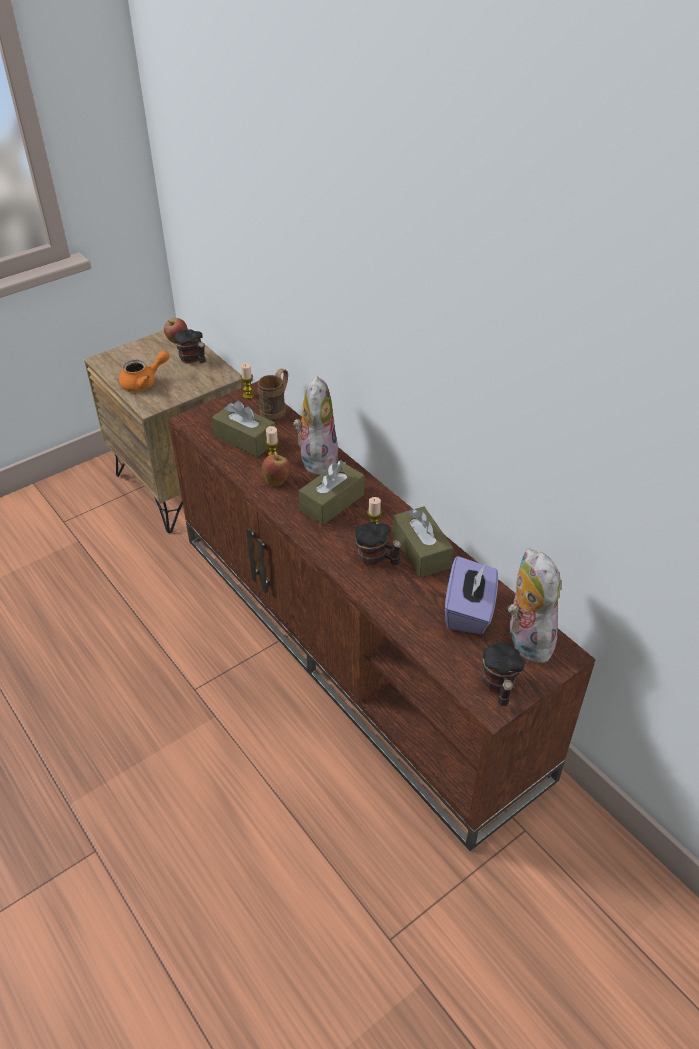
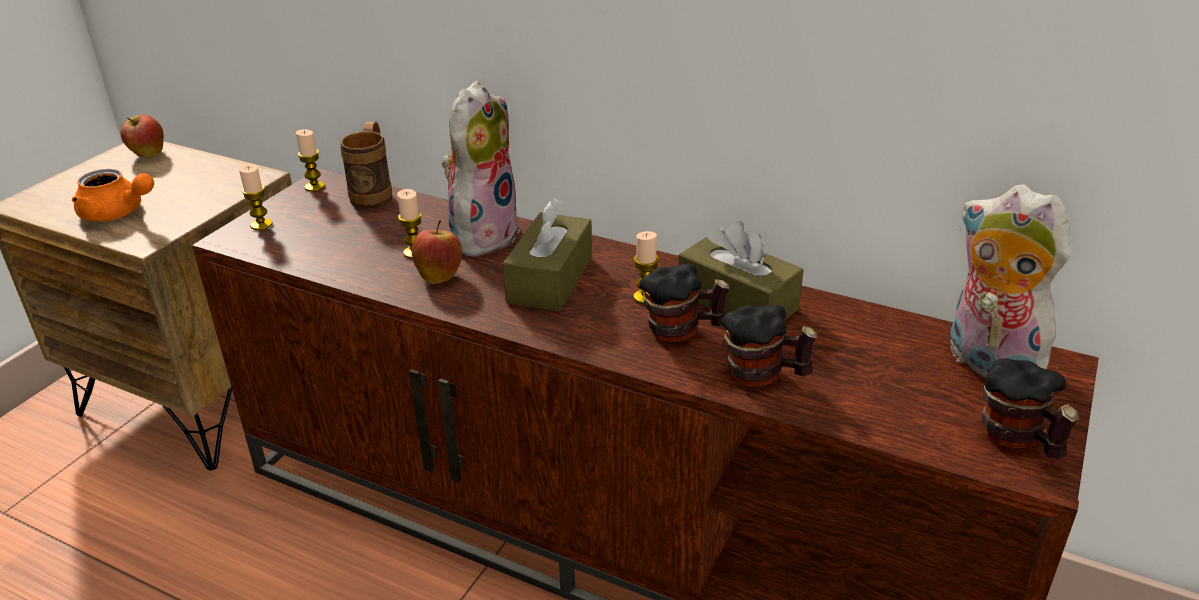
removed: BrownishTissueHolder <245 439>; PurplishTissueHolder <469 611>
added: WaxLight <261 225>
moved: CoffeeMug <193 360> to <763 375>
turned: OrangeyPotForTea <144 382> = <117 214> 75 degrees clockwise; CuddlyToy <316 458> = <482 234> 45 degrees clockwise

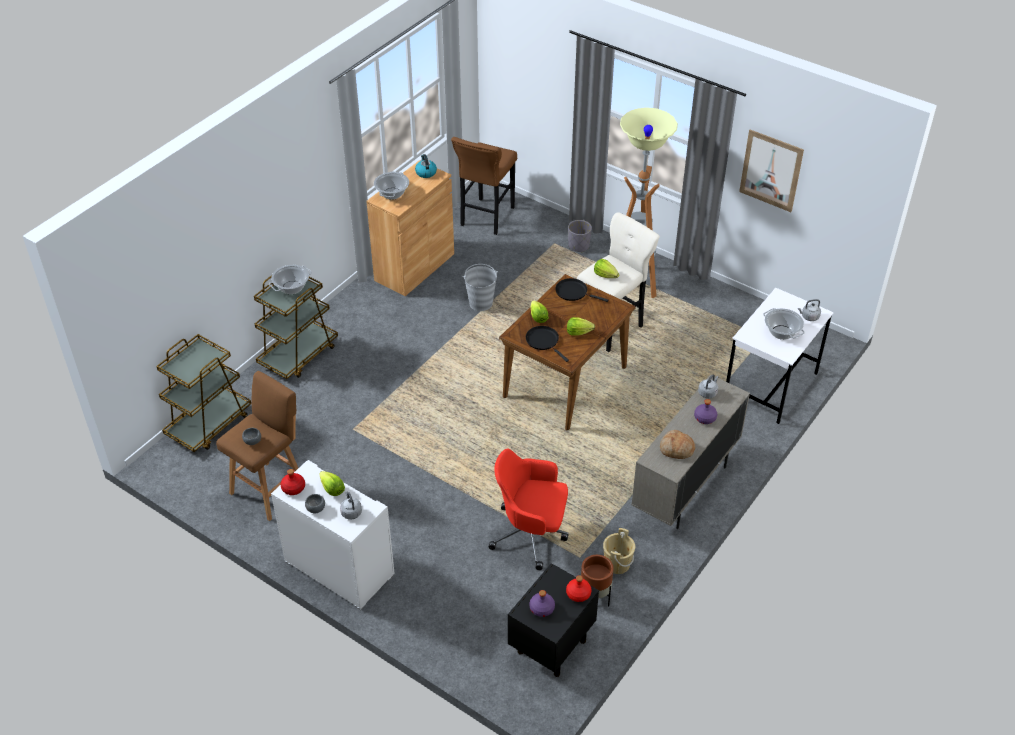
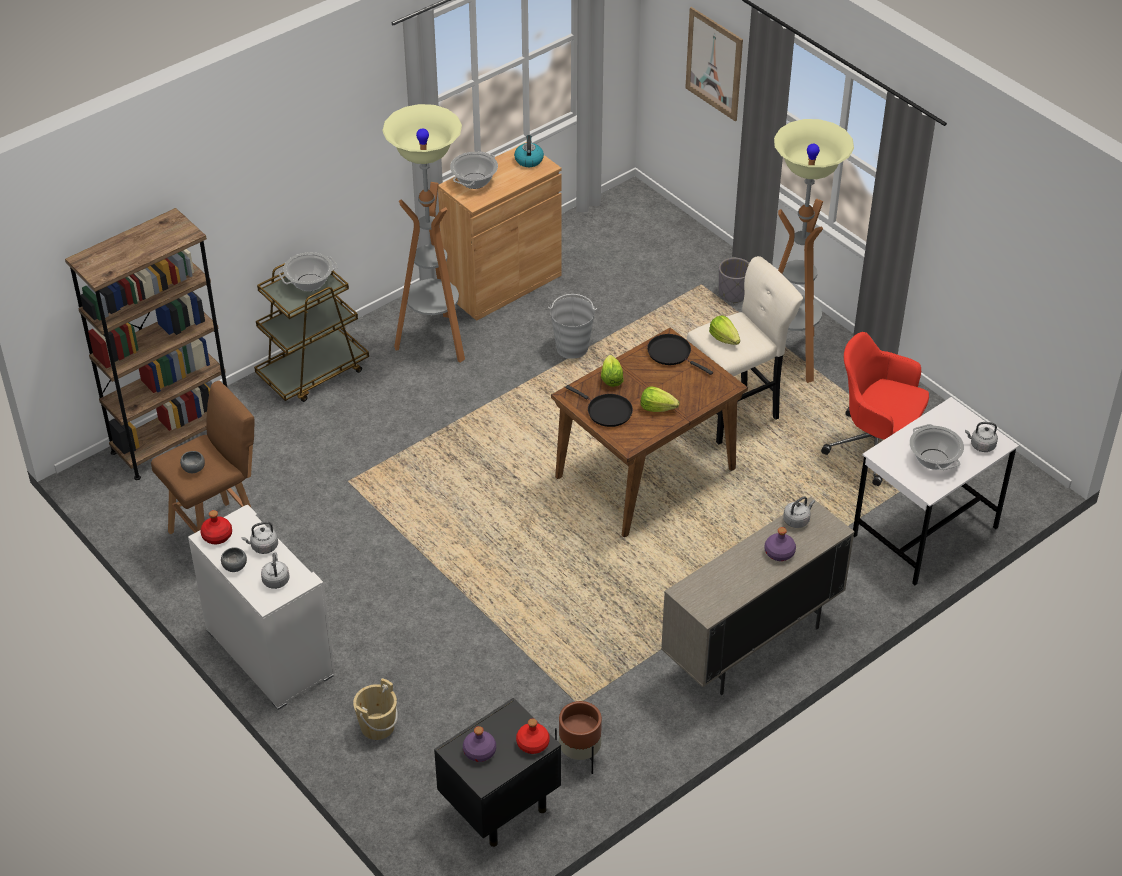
removed: BrownishSittingStool <486 218>; BakedBread <676 449>
added: StandingLamp <435 341>
moved: WallArt <771 170> to <714 64>; ReddishDeskChair <531 534> to <875 447>; BeigeBucket <617 564> to <377 726>
replaced: BrownishWheeledCart <209 424> to BrownishBookcase <173 440>; HeadOfLettuce <332 489> to GrayWaterKettle <263 547>
turned: BlackColouredFryingPan <544 341> = <606 411> 150 degrees clockwise

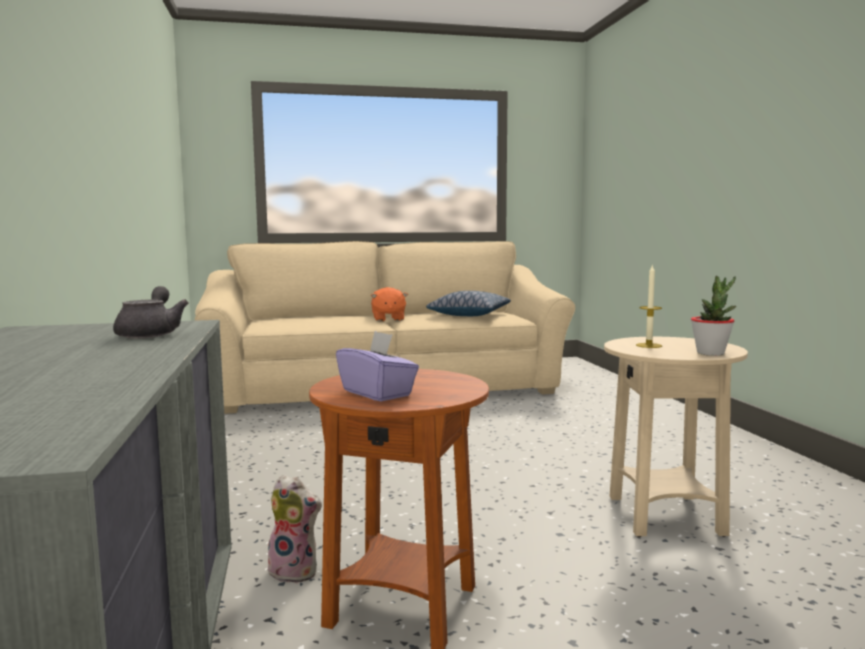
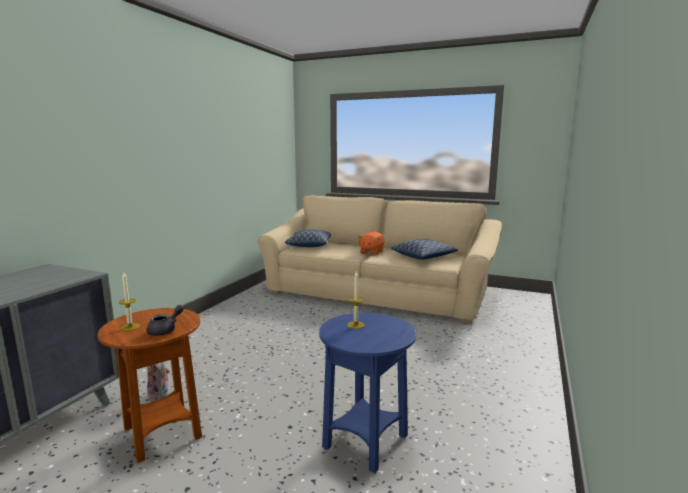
removed: Houseplant <710 353>
added: Pillow <309 245>
moved: GrayPotForTea <151 334> to <166 330>
replaced: PurplishTissueHolder <377 393> to WaxLight <130 327>
recoloured: BeigeEndTable <665 516> to BlueEndTable <365 442>

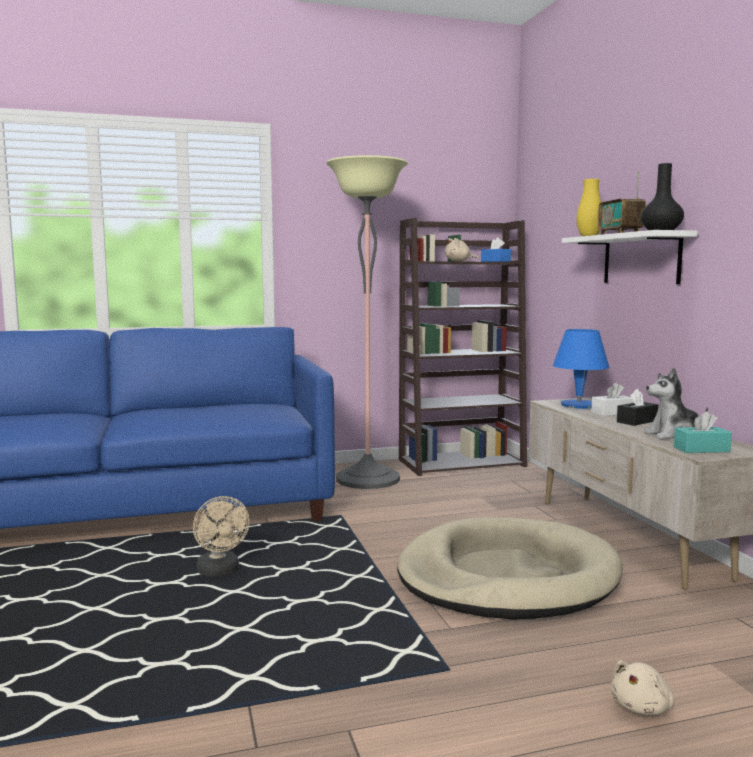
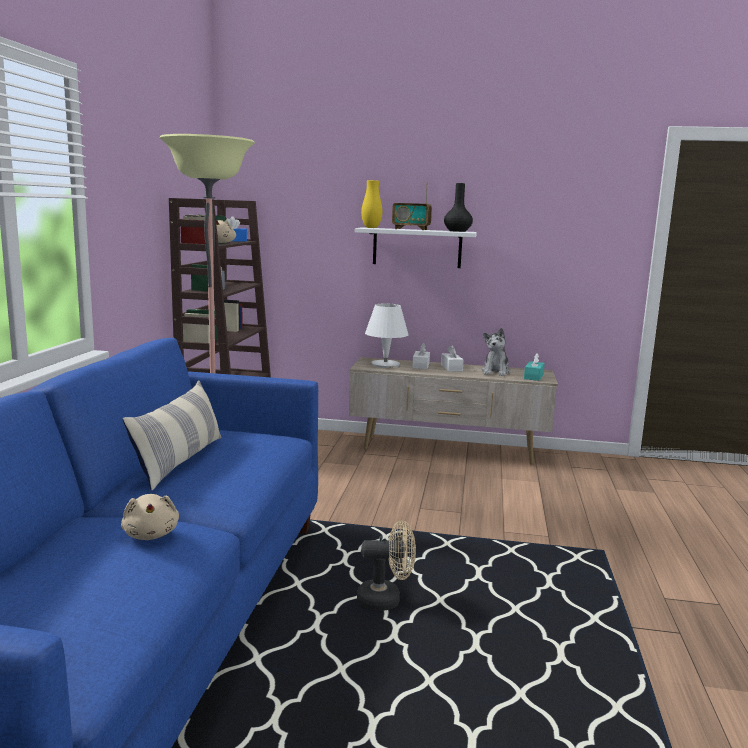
removed: BeigeDogBed <507 577>
added: Pillow <180 461>
moved: BeigeCuddlyToy <642 707> to <151 534>
recoloured: BlueLampForATable <578 405> to WhitishLampForATable <385 364>; BlackColouredTissueHolder <637 421> to WhitishTissueHolder <451 368>

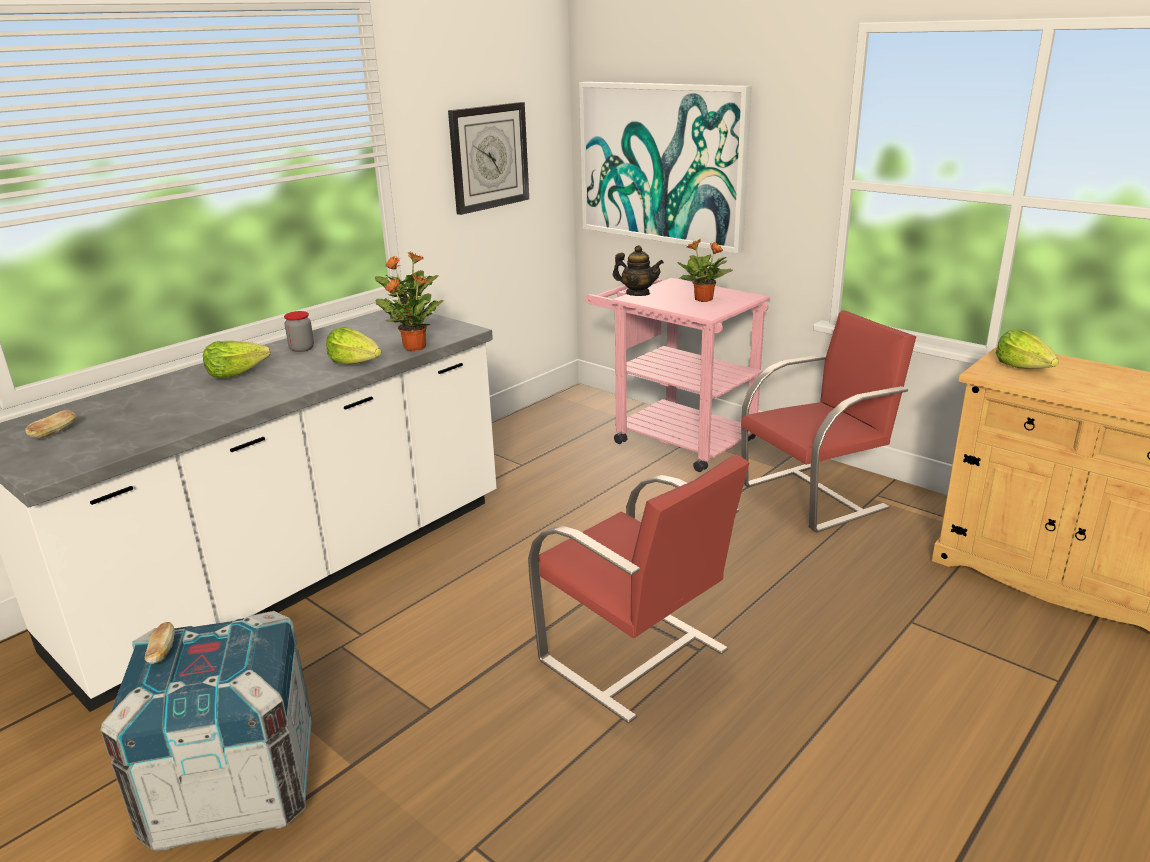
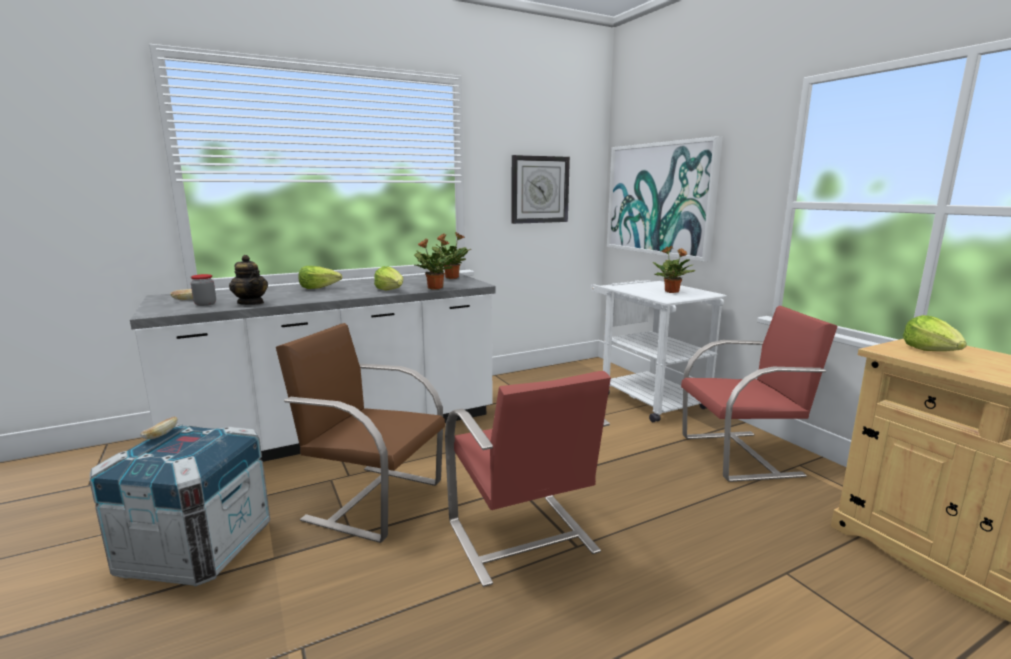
added: BrownishUprightChair <373 499>
moved: PotForTea <638 293> to <251 303>; PreserveJar <302 349> to <205 304>
recoloured: PinkColouredWheeledCart <673 438> to WhitishWheeledCart <646 398>

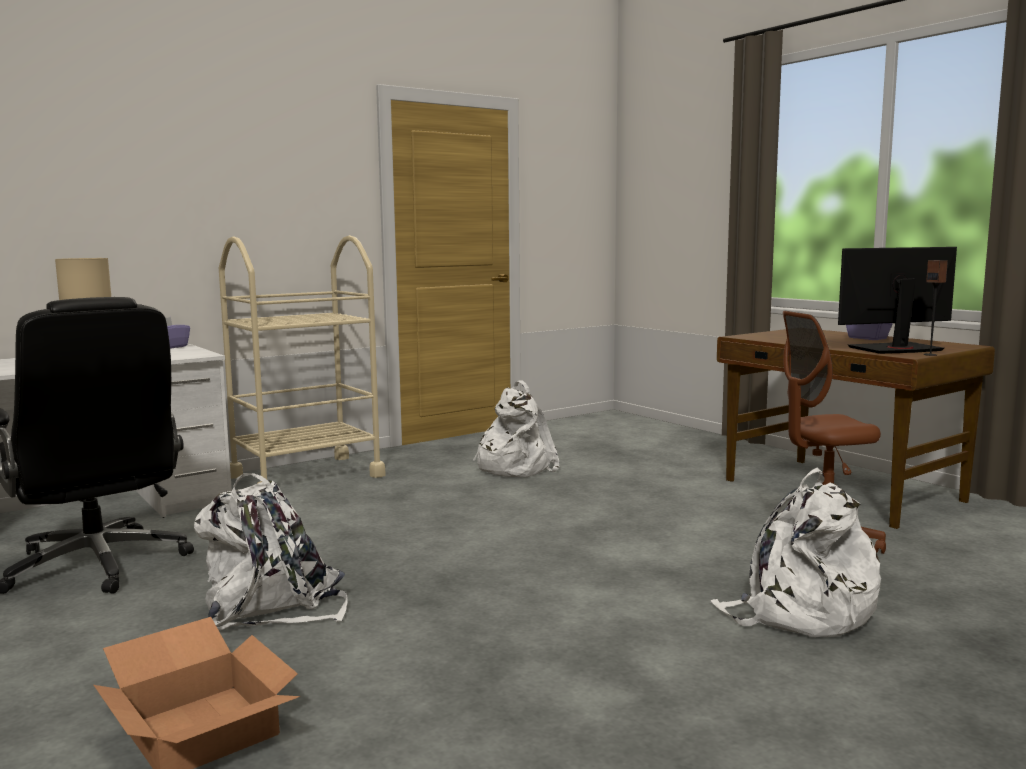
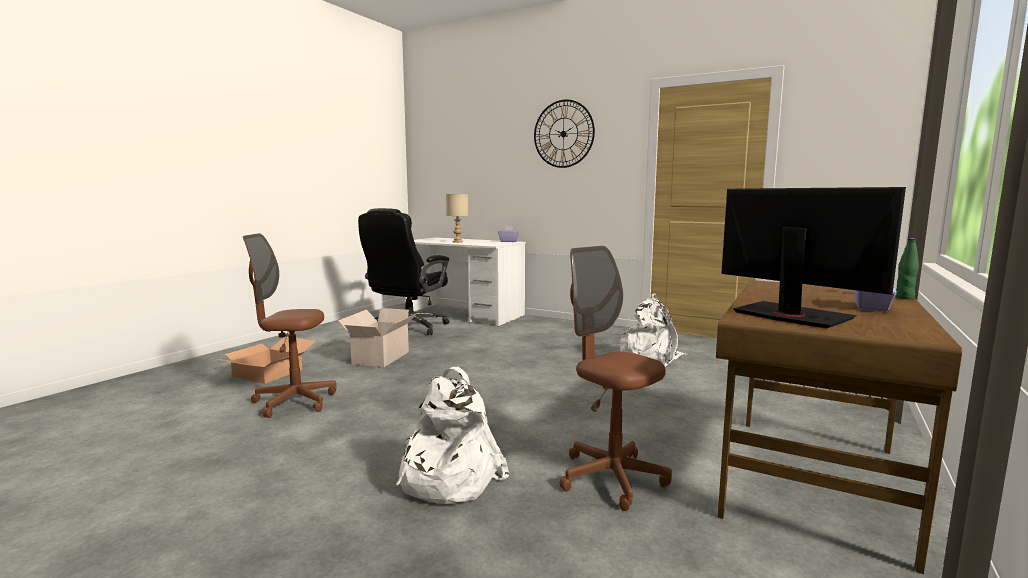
removed: BeigeWheeledCart <306 476>; AudioSpeaker <930 354>
added: WallClock <563 134>; BrownishDeskChair <294 402>; GreenBottle <904 298>
replaced: WhitishKnapsack <272 608> to PackingBox <379 358>

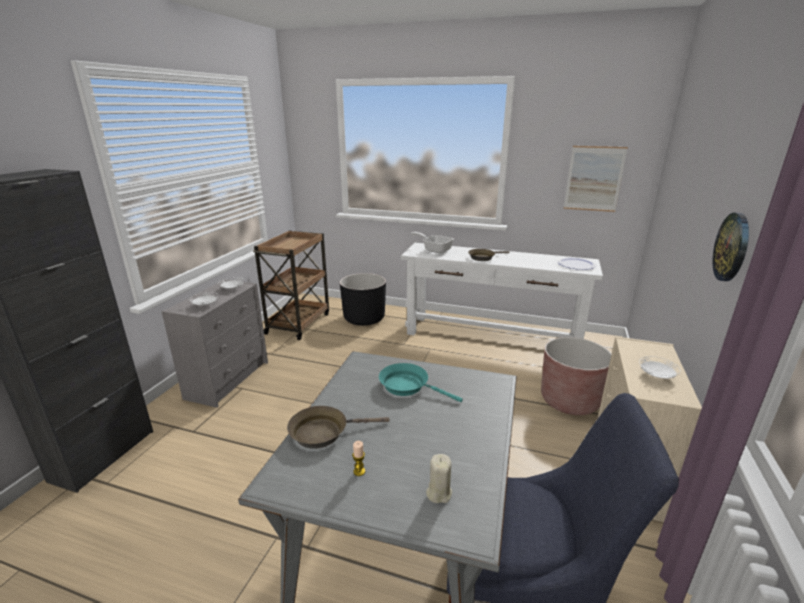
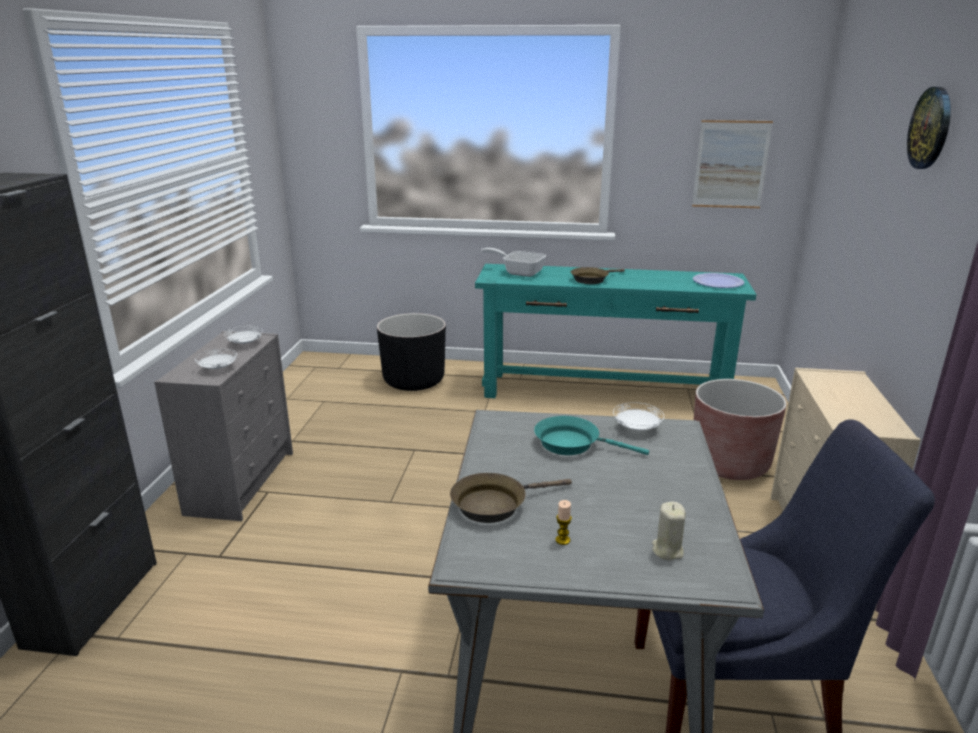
removed: BrownishWheeledCart <299 323>
moved: WallClock <732 247> to <930 128>; WhitishPlate <656 376> to <636 428>
recoloured: WhitishHallTable <491 337> to TurquoiseColouredHallTable <603 392>

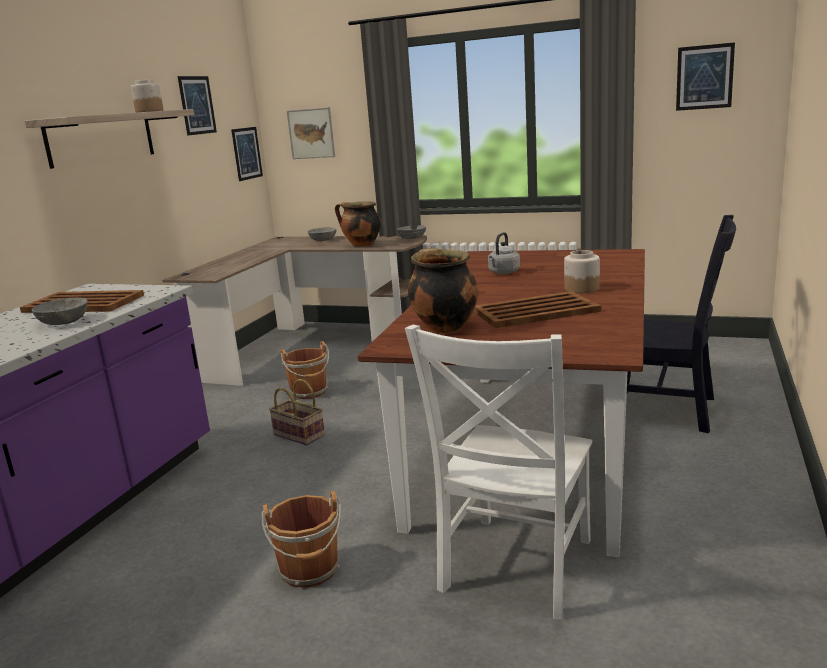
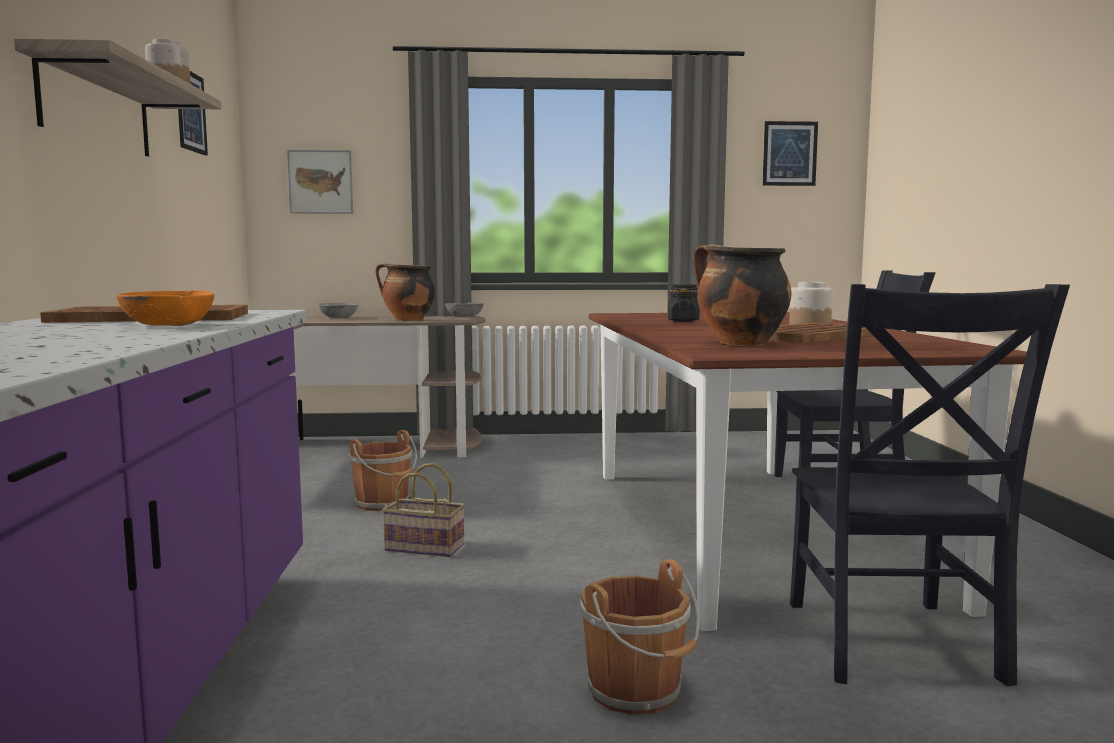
removed: WallArt <247 153>
replaced: GrayWaterKettle <503 272> to BlackColouredPreserveJar <683 321>
recoloured: GrayDeepDish <63 322> to OrangeyDeepDish <167 325>; WhitishUprightChair <514 569> to BlackColouredUprightChair <892 645>

